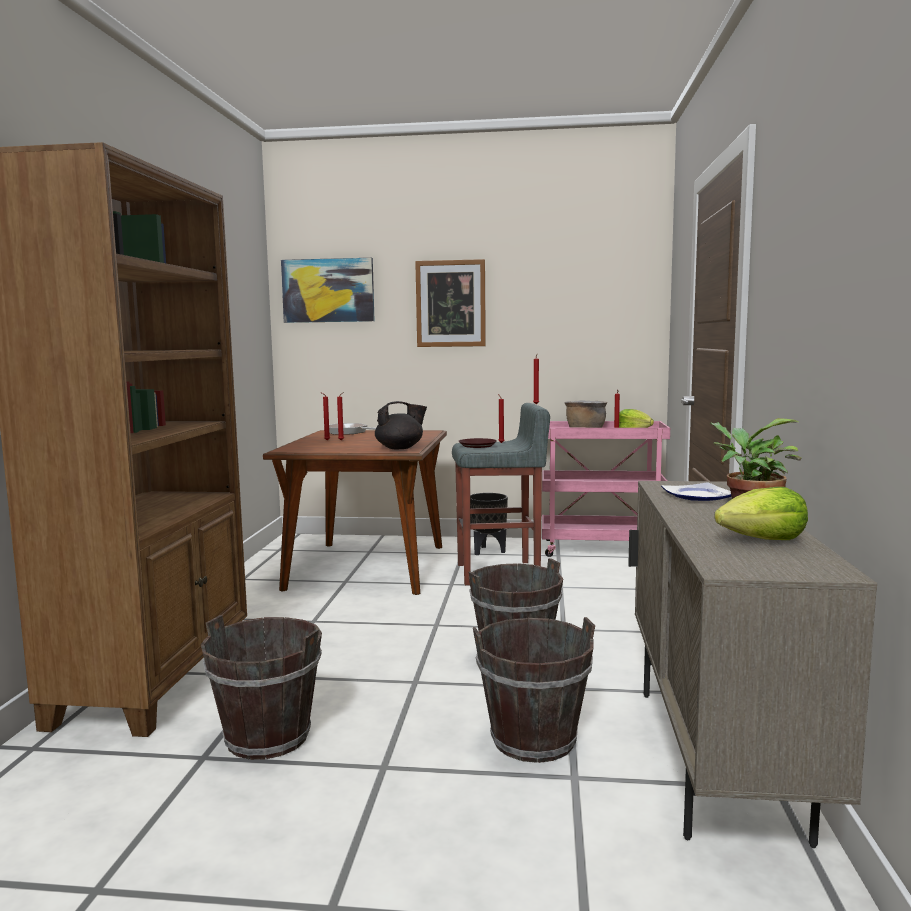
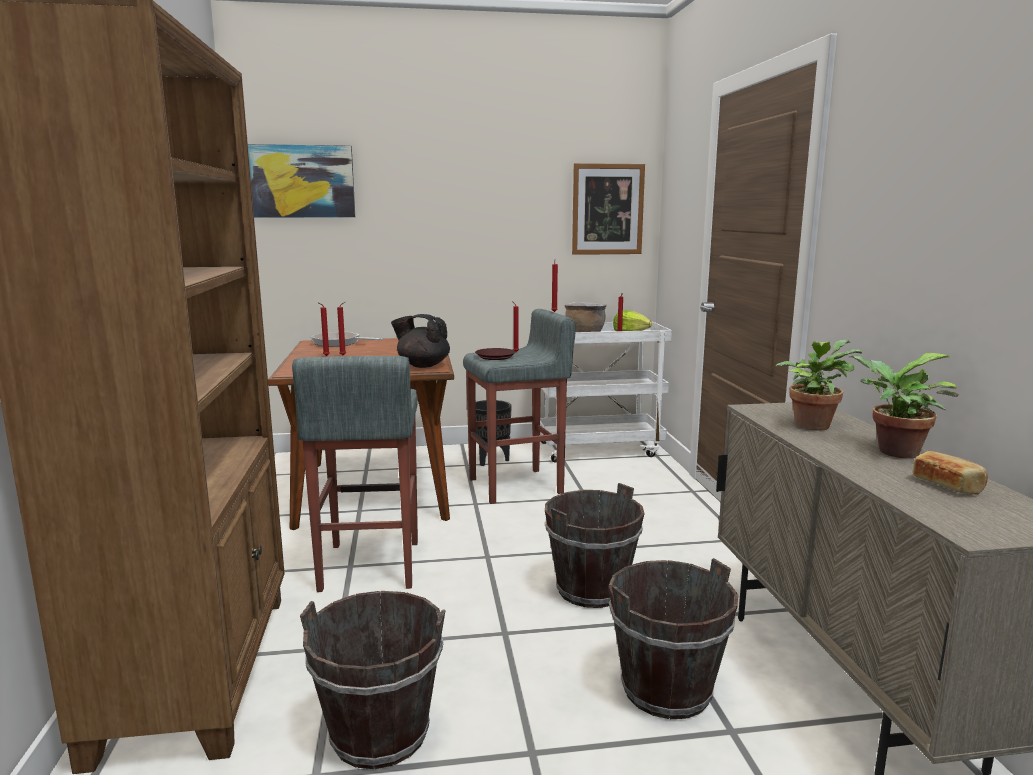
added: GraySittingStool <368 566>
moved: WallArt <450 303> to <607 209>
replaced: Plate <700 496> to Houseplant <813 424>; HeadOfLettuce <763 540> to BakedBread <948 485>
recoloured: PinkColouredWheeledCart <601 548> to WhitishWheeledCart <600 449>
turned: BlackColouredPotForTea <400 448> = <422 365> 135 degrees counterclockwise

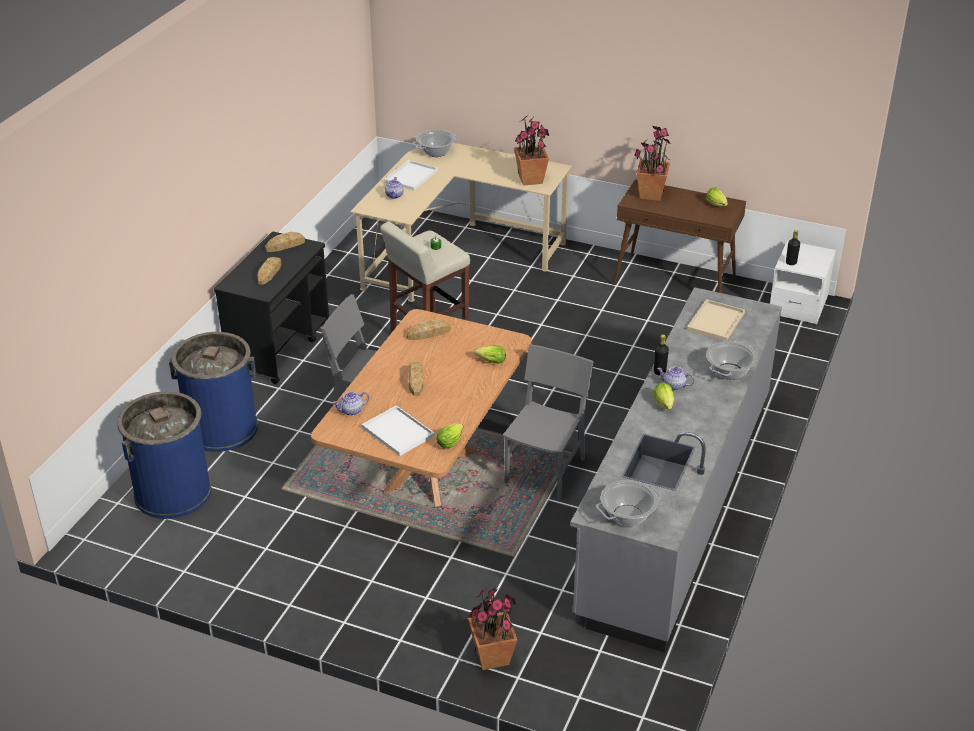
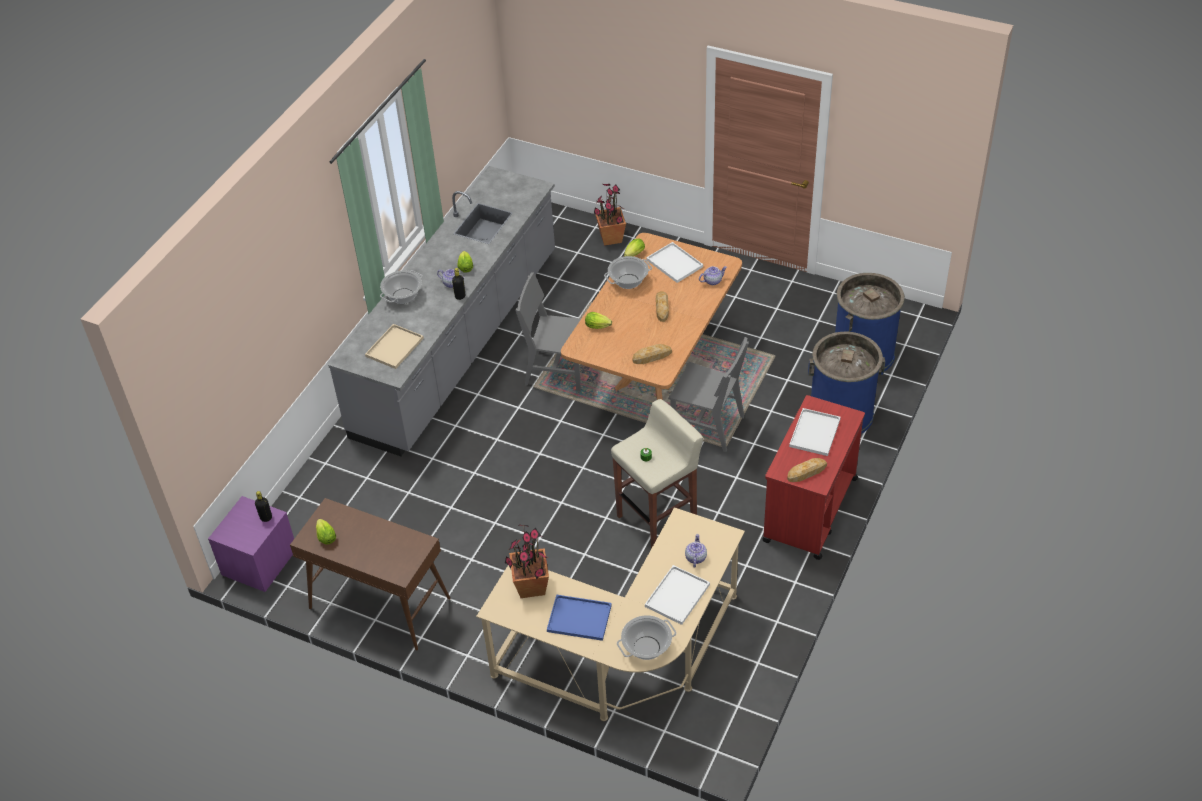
removed: Houseplant <650 194>
added: BlueTray <578 619>
moved: CookingPot <627 516> to <628 281>
replaced: BakedBread <269 273> to WhitishTray <814 432>
recoloured: BlackColouredWheeledCart <279 346> to ReddishWheeledCart <809 510>; WhitishNightstand <798 305> to PurplishNightstand <259 562>
turned: GrayUprightChair <545 470> = <558 371> 75 degrees clockwise

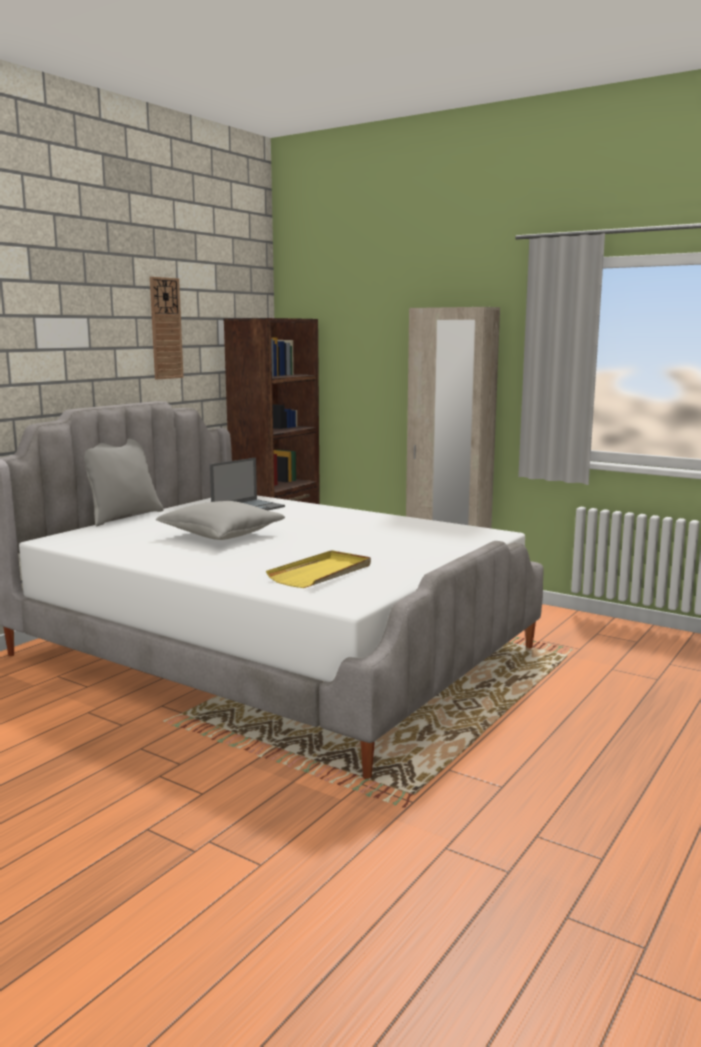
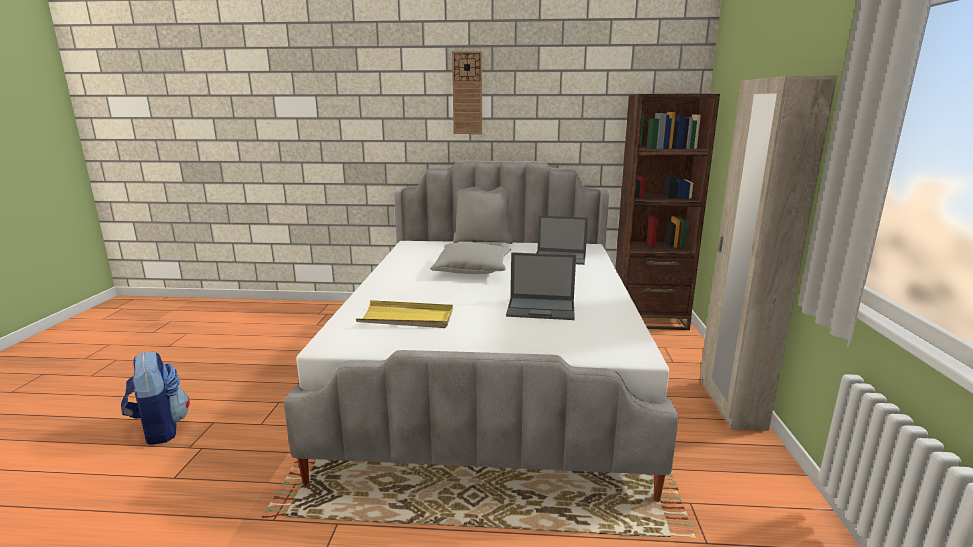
added: Laptop <542 308>; Knapsack <160 429>
moved: WallClock <165 328> to <467 93>

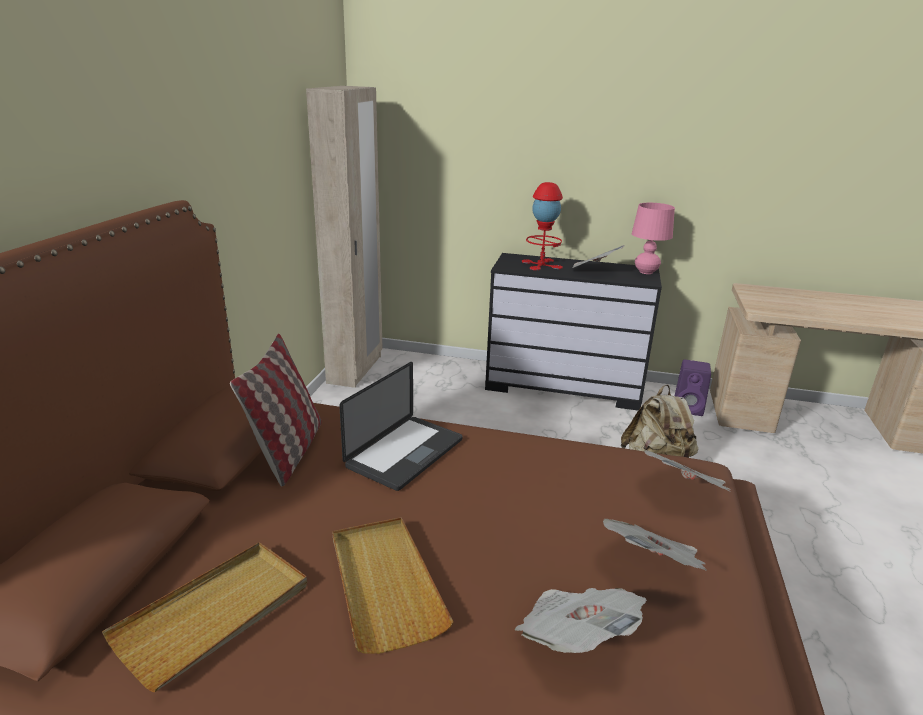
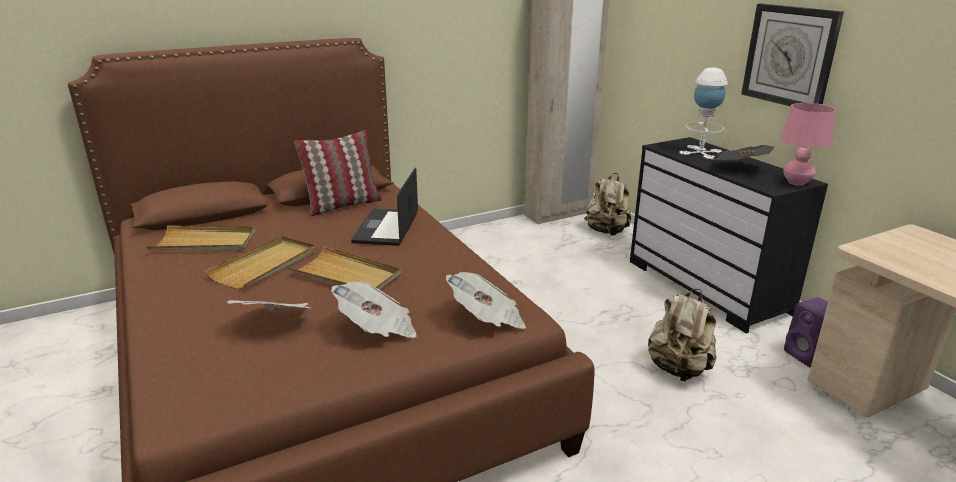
added: WallClock <790 56>; BeigeKnapsack <607 231>; BeigeTray <346 275>
recoloured: ReddishLampForATable <541 264> to WhitishLampForATable <700 152>
turned: Laptop <405 453> = <386 228> 105 degrees clockwise

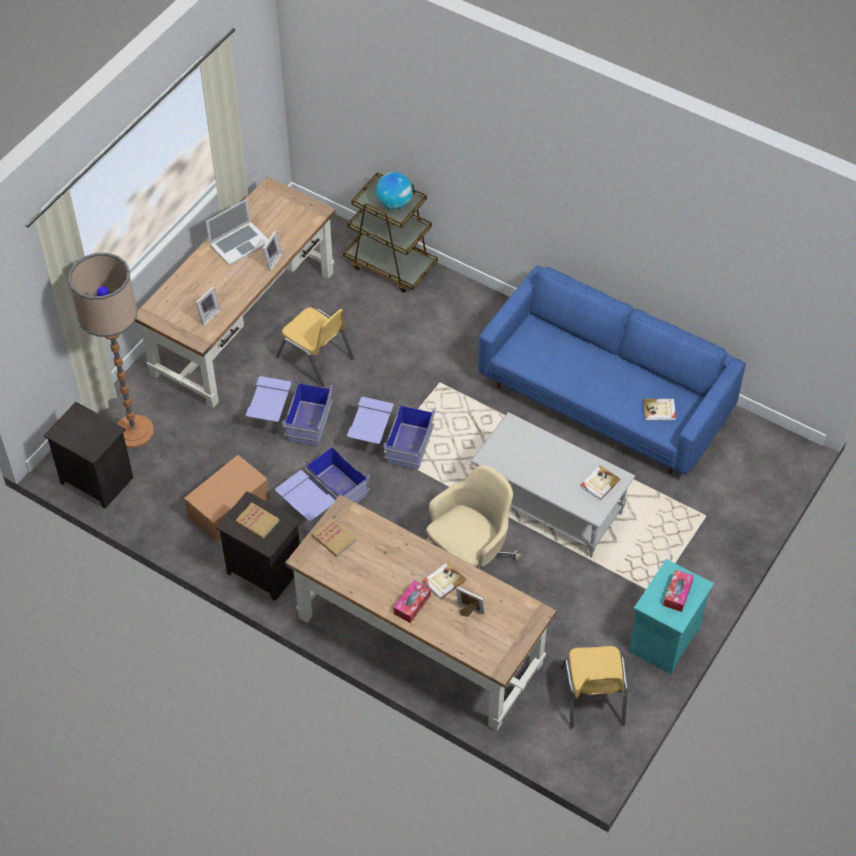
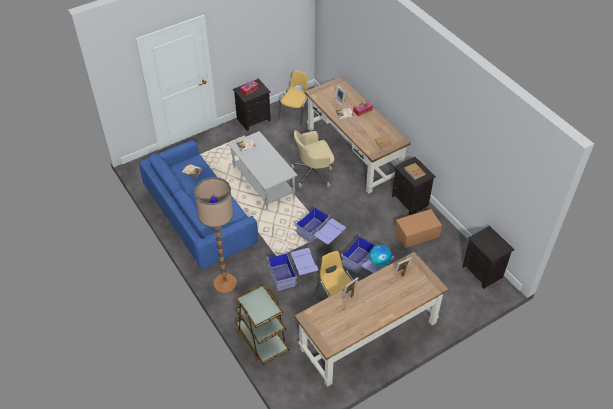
removed: Laptop <239 243>
moved: WorldGlobe <394 203> to <379 262>; StandingLamp <134 431> to <225 283>; BlueStorageBin <322 501> to <293 275>
recoloured: TurquoiseColouredNightstand <665 642> to BlackColouredNightstand <253 119>

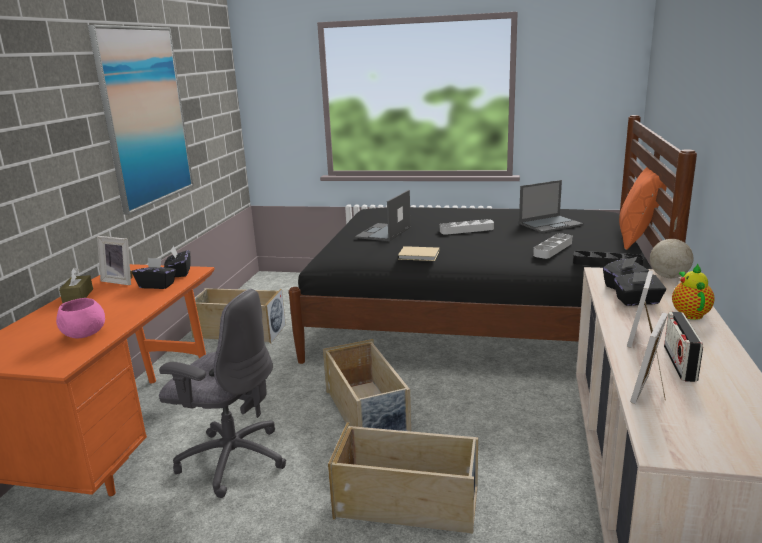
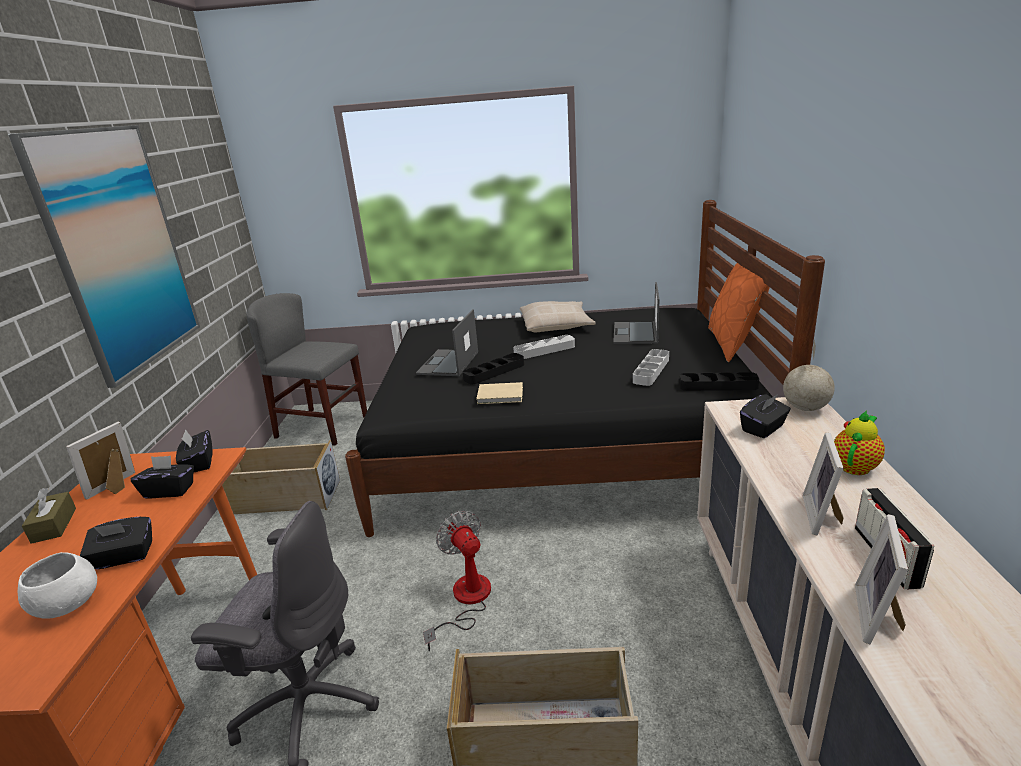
added: GrayUprightChair <322 426>; BeigePillow <556 325>; BlackColouredTray <494 372>
moved: BlackColouredTissueHolder <638 301> to <124 557>
replaced: BeigeStorageBin <367 412> to Fan <465 601>
recoloured: PinkColouredDeepDish <84 334> to WhitishDeepDish <67 605>
turned: Laptop <551 224> = <635 333> 135 degrees clockwise; StandingFrame <121 280> = <116 487> 105 degrees clockwise; PotForTea <689 313> = <855 466> 45 degrees clockwise

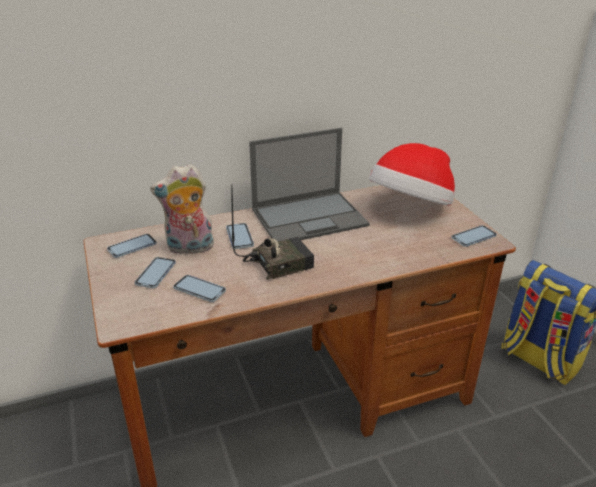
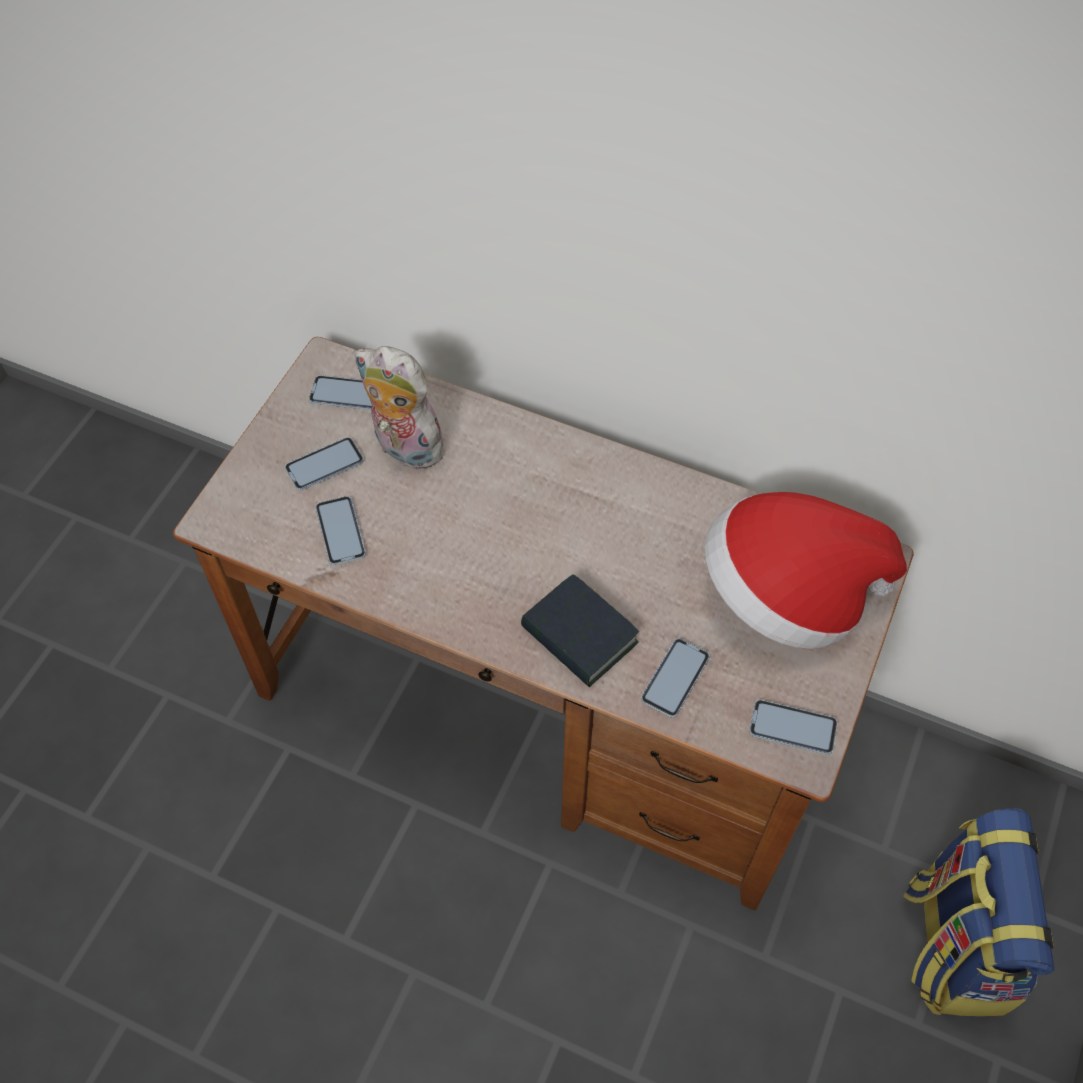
removed: Laptop <310 217>; RadioReceiver <278 263>
added: BoundBook <579 636>
moved: Telephone <239 237> to <675 678>

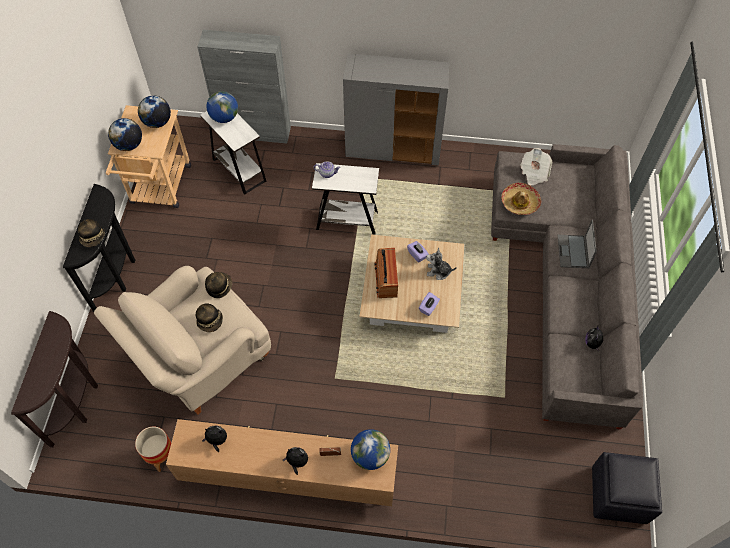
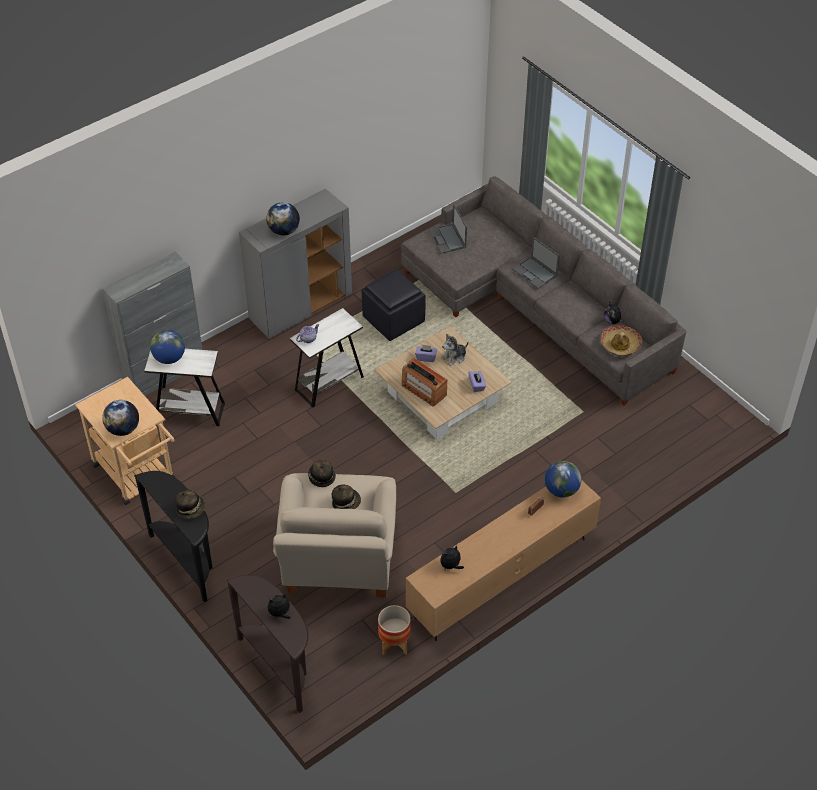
moved: WorldGlobe <157 122> to <284 231>; ClothingHat <520 202> to <620 344>; CuddlyToy <297 462> to <280 613>; BlackColouredOttoman <618 494> to <393 319>
replaced: PrintedPaper <534 173> to Laptop <447 239>

